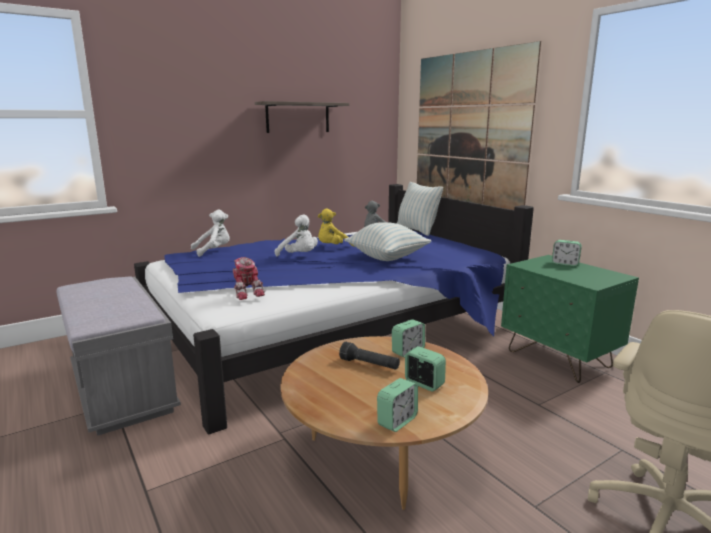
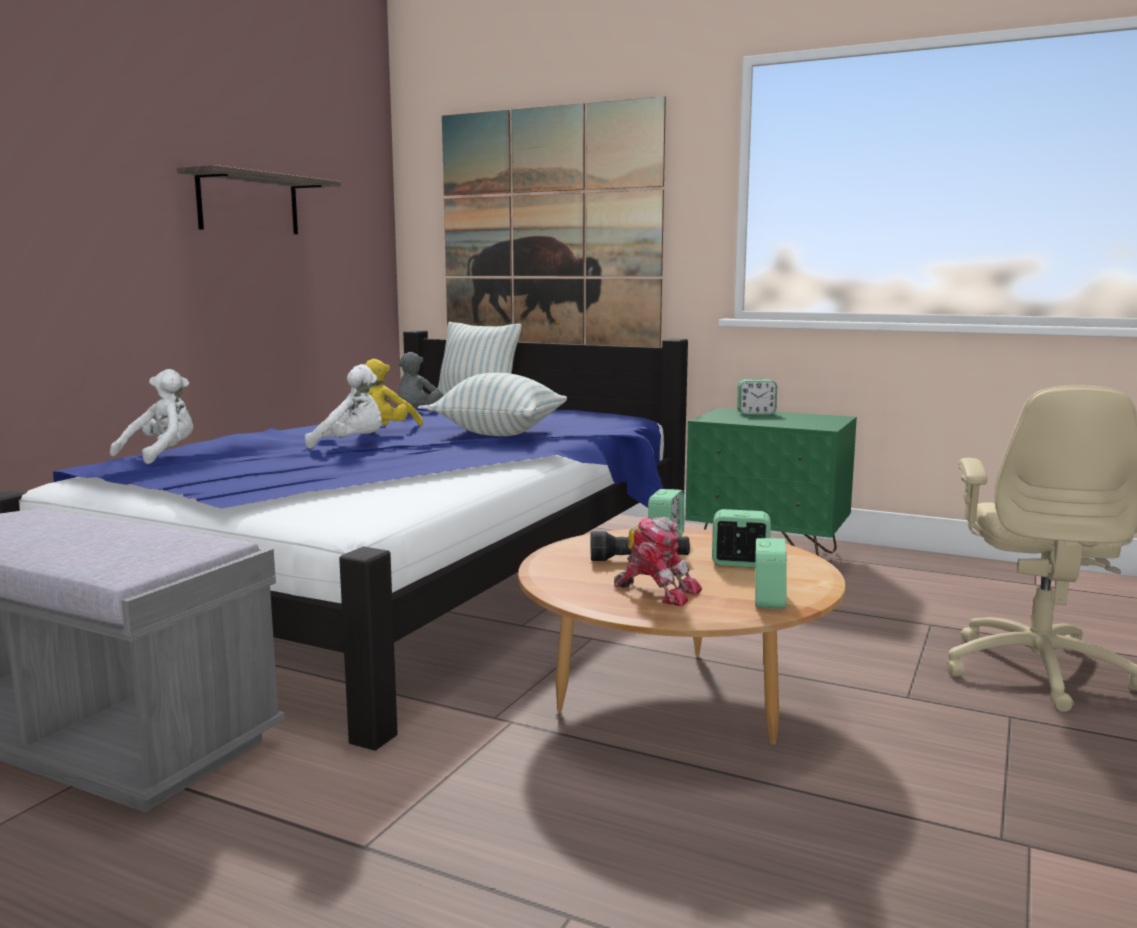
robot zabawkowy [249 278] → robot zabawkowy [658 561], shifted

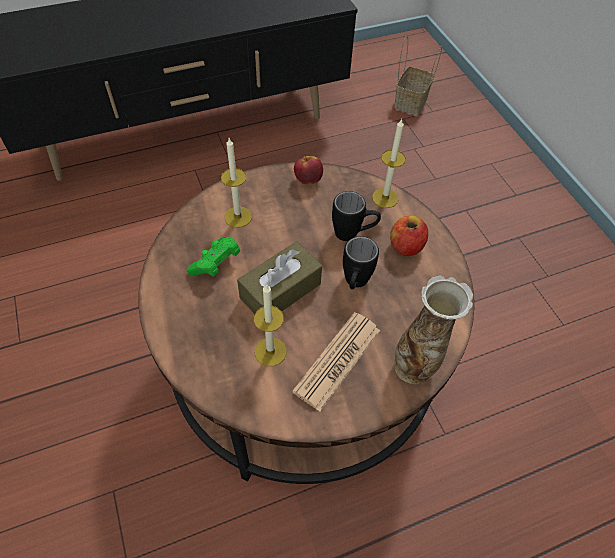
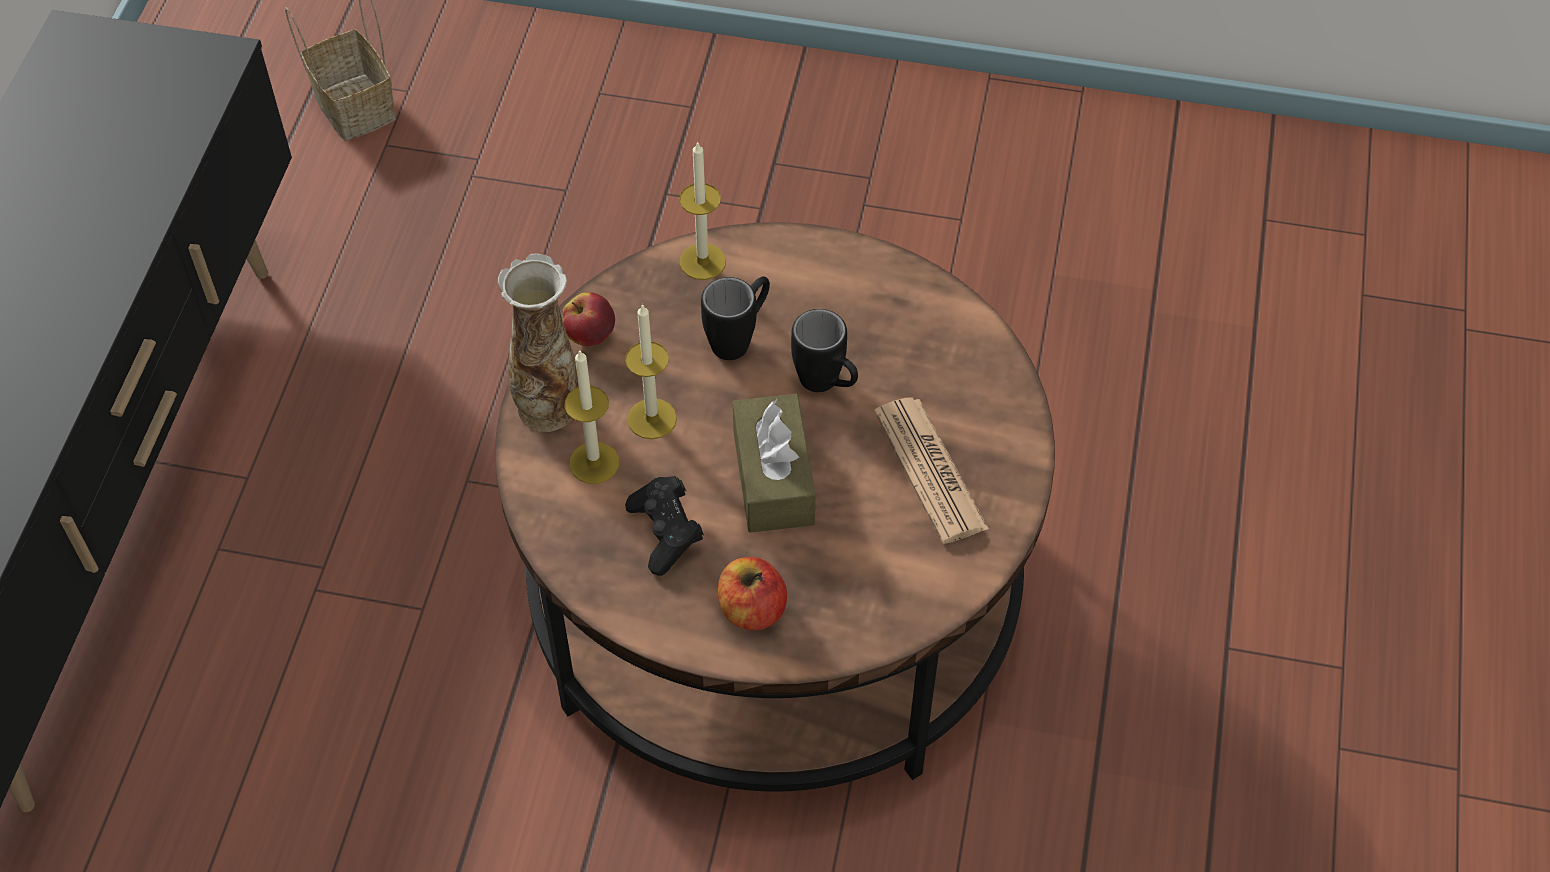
świeca [270 325] → świeca [651 371], shifted
jabłko [409 235] → jabłko [752 593], shifted
wazon [433 329] → wazon [538 343], shifted
pad do gier (zielony) [213 257] → pad do gier (czarny) [664 526]

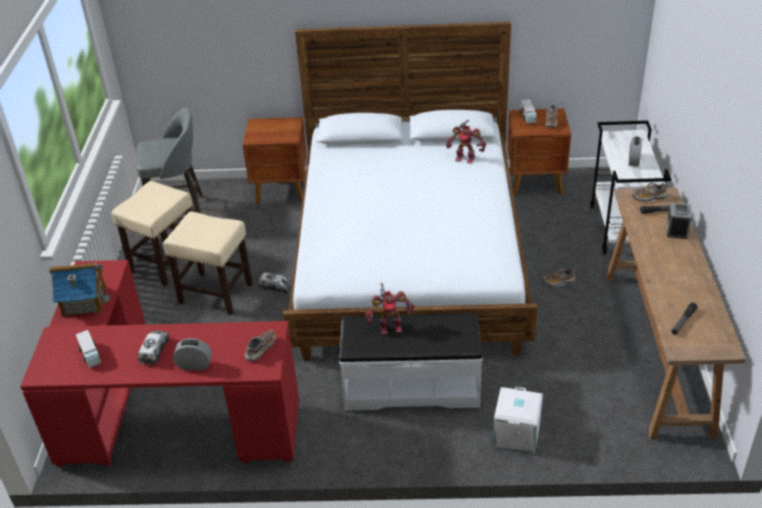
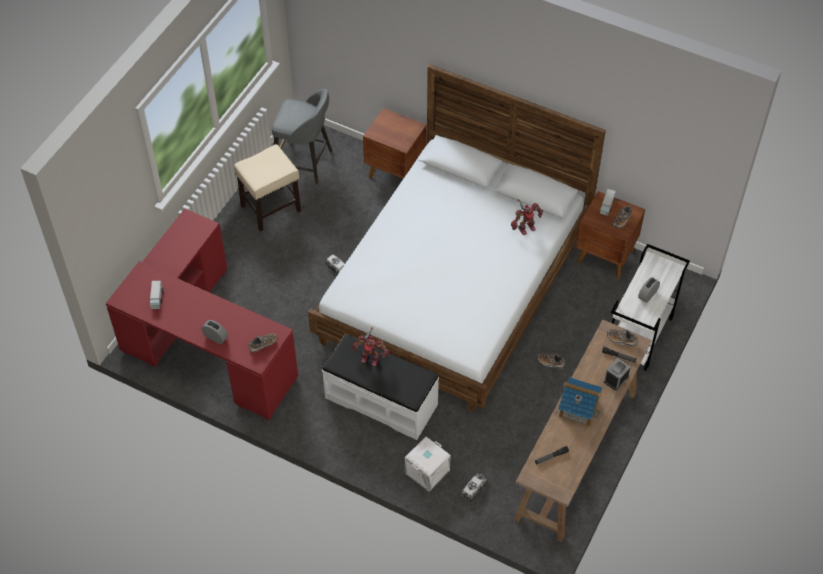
stołek (beżowy) [208 263] → -
domek [80 289] → domek [580 402], shifted
ciężarówka zabawkowa [153 347] → ciężarówka zabawkowa [474 487], shifted
robot zabawkowy [466 142] → robot zabawkowy [527 217], 75 degrees counterclockwise

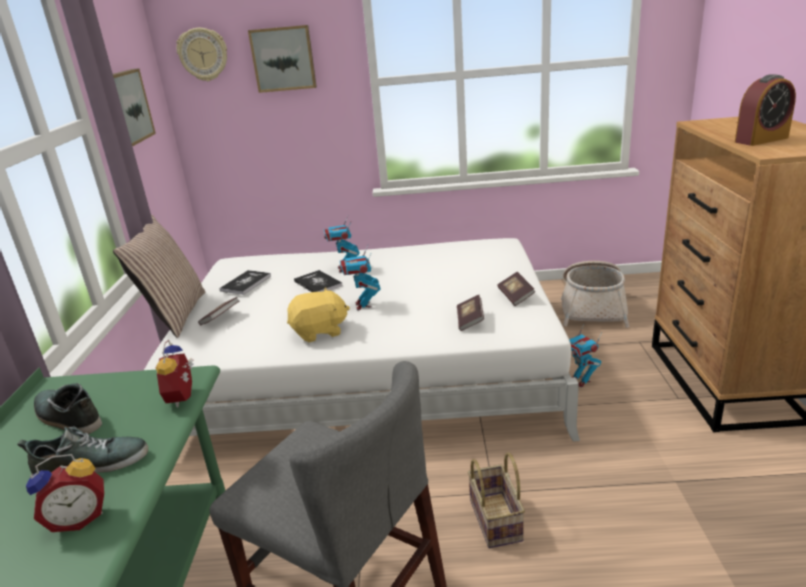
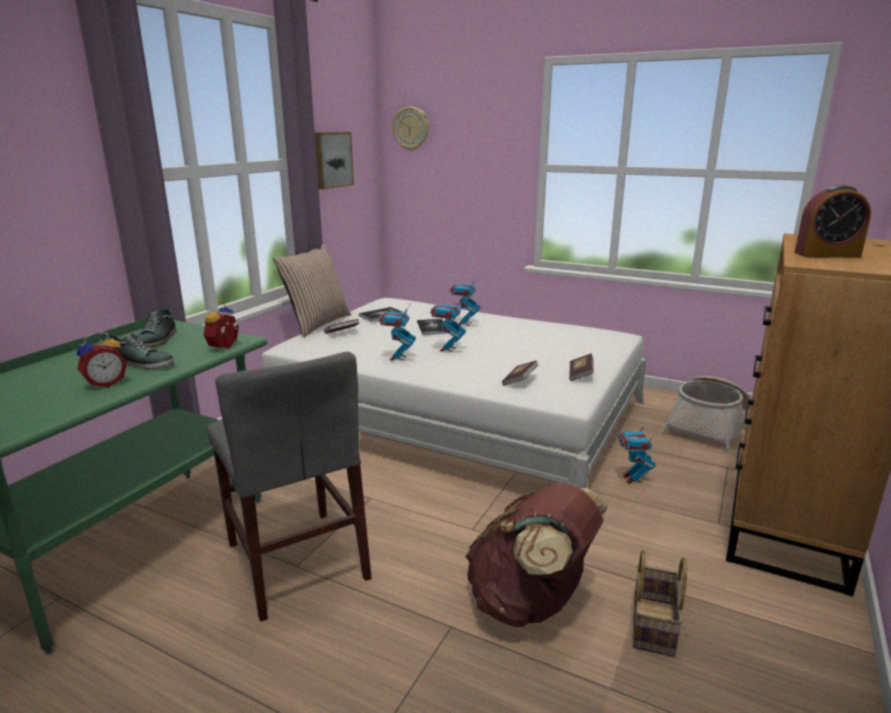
obraz [282 59] → -
- → plecak (brązowy) [536 555]
koszyk [496 500] → koszyk [660 603], shifted
pluszak (żółty) [318 314] → robot zabawkowy [397 332]
budzik [65 493] → budzik [102 360], 45 degrees counterclockwise
but [68 408] → but [158 327], 150 degrees counterclockwise

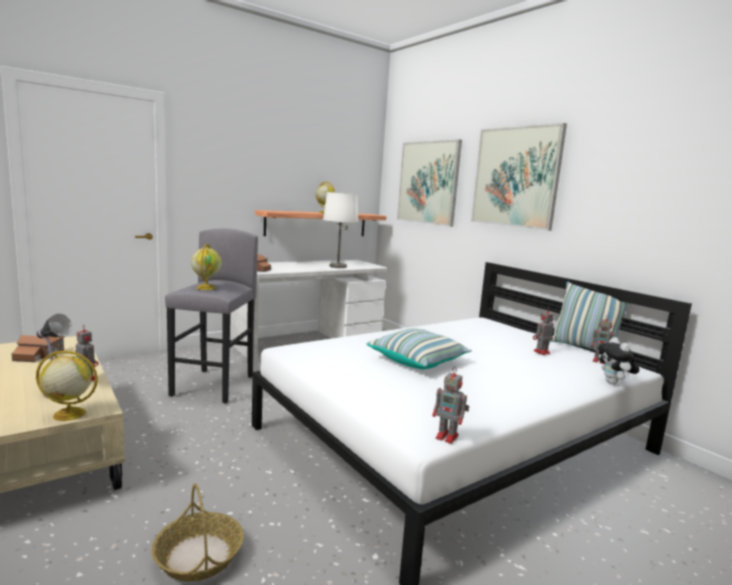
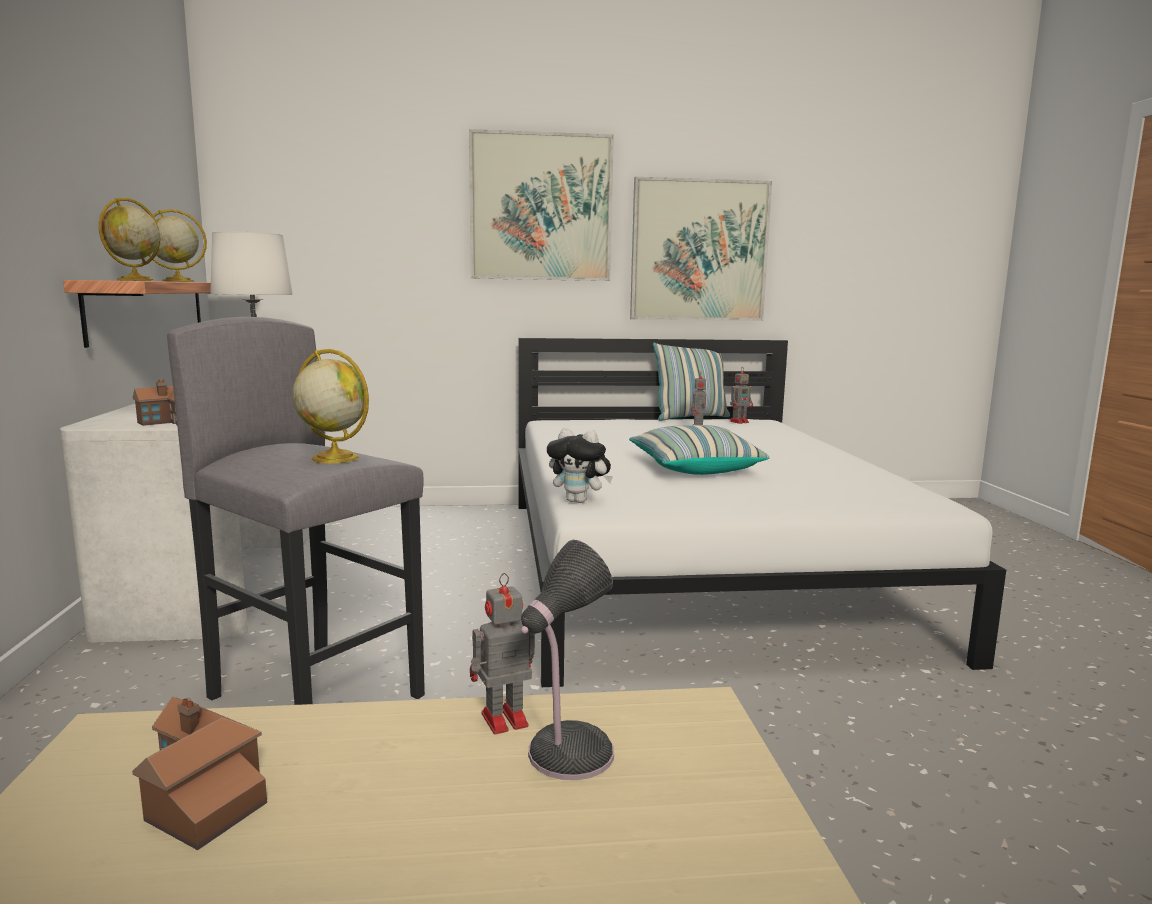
koszyk [197 532] → -
robot zabawkowy [451 405] → -
globus [67 386] → globus [129 239], shifted
obraz [429 183] → obraz [701 249], shifted
pluszak [618 361] → pluszak [580 465], shifted

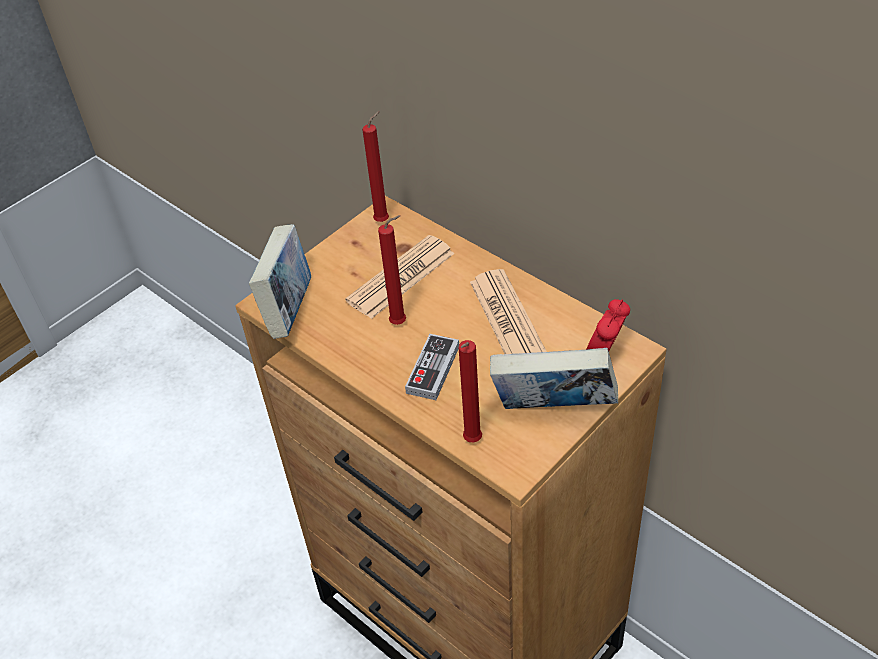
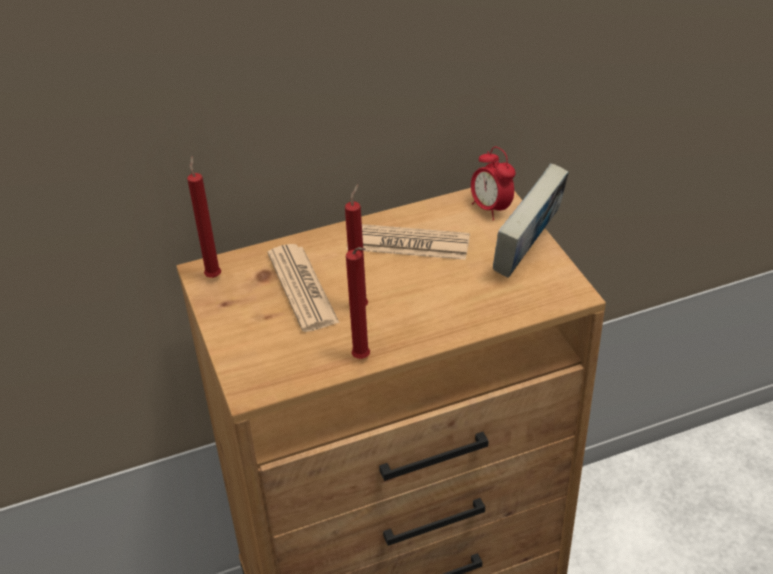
książka [280 281] → -
pad do gier [432 367] → -
świeca (czerwony) [470 391] → świeca (czerwony) [358 303], shifted

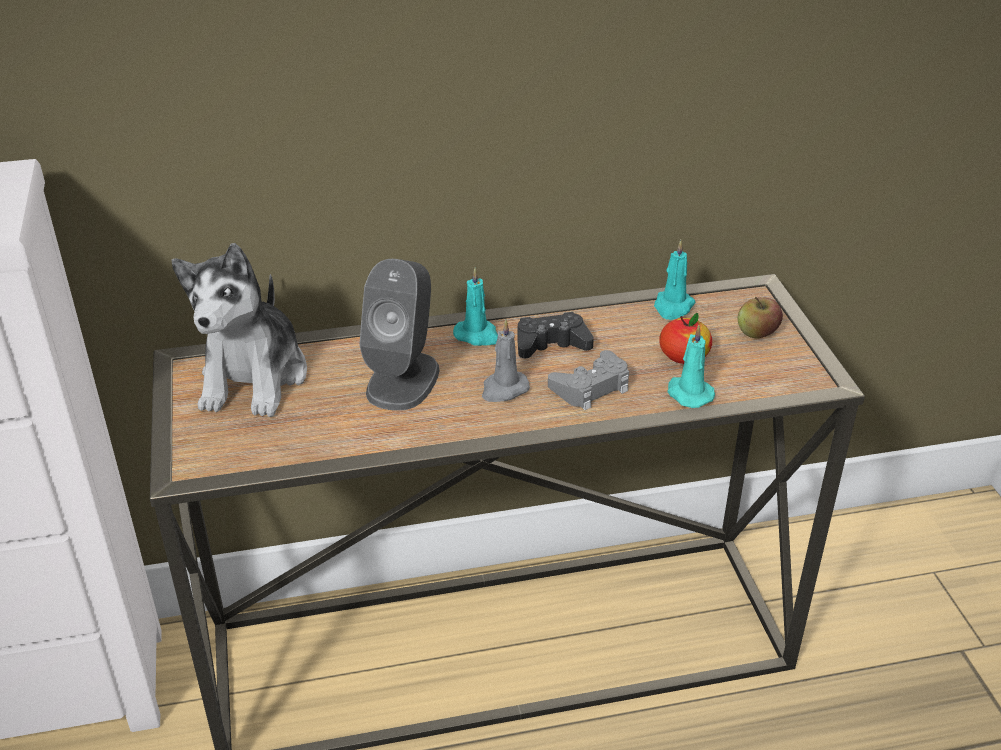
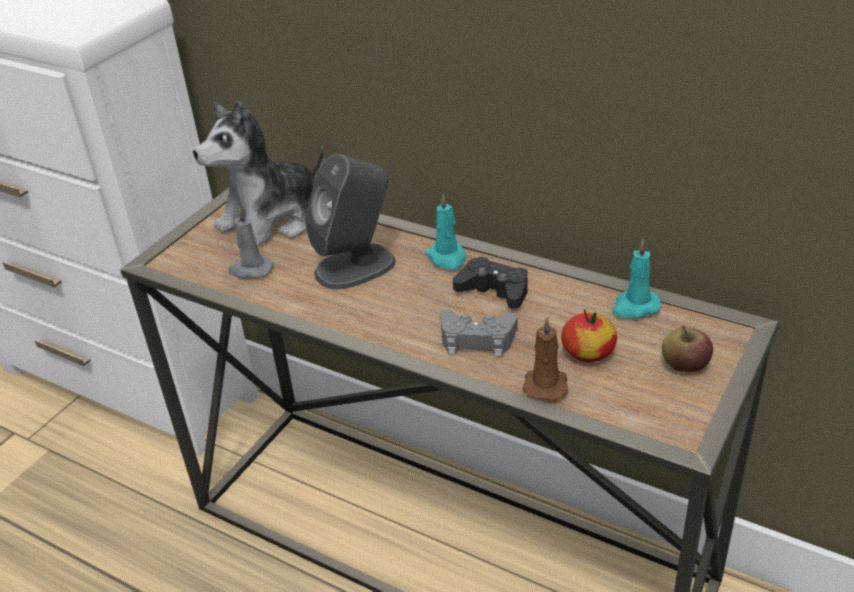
świeca (szary) [506 360] → świeca (szary) [250 243], shifted
świeca (turkusowy) [691 366] → świeca (brązowy) [545 359]

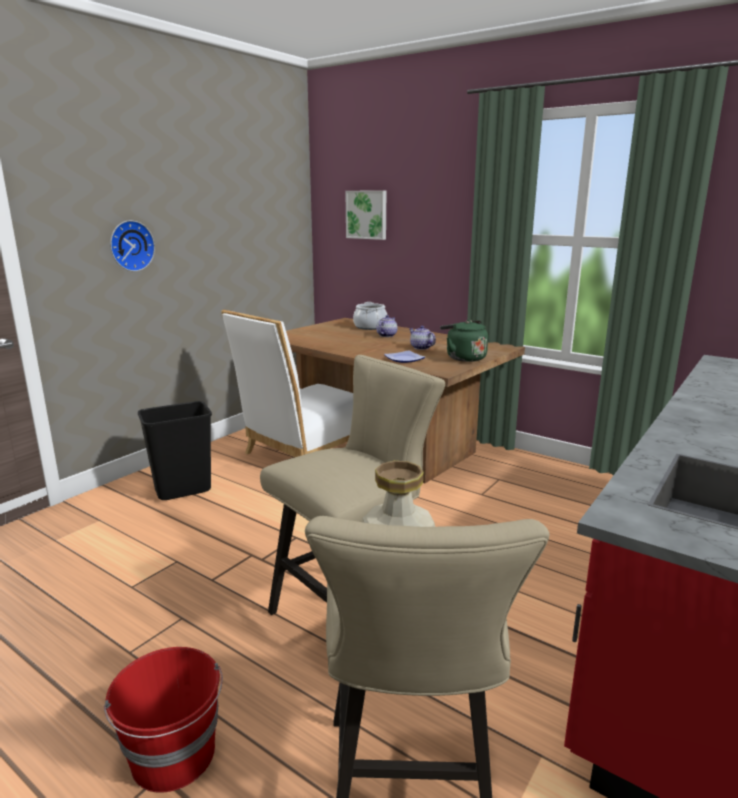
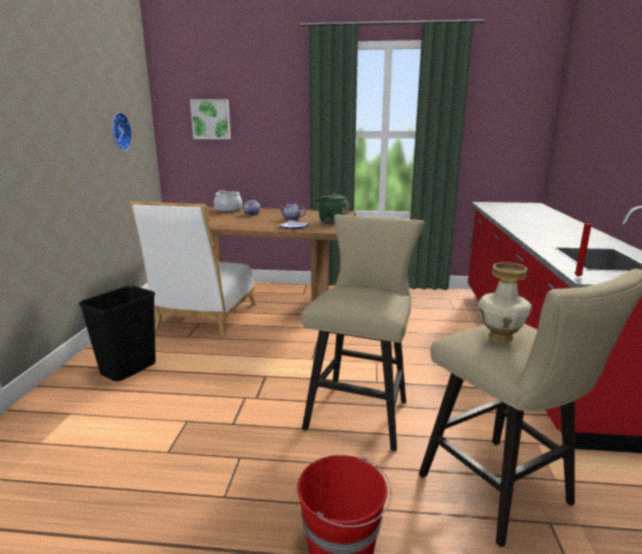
- → świeca (czerwony) [583 247]
zegar ścienny [132 245] → zegar ścienny [122 131], shifted

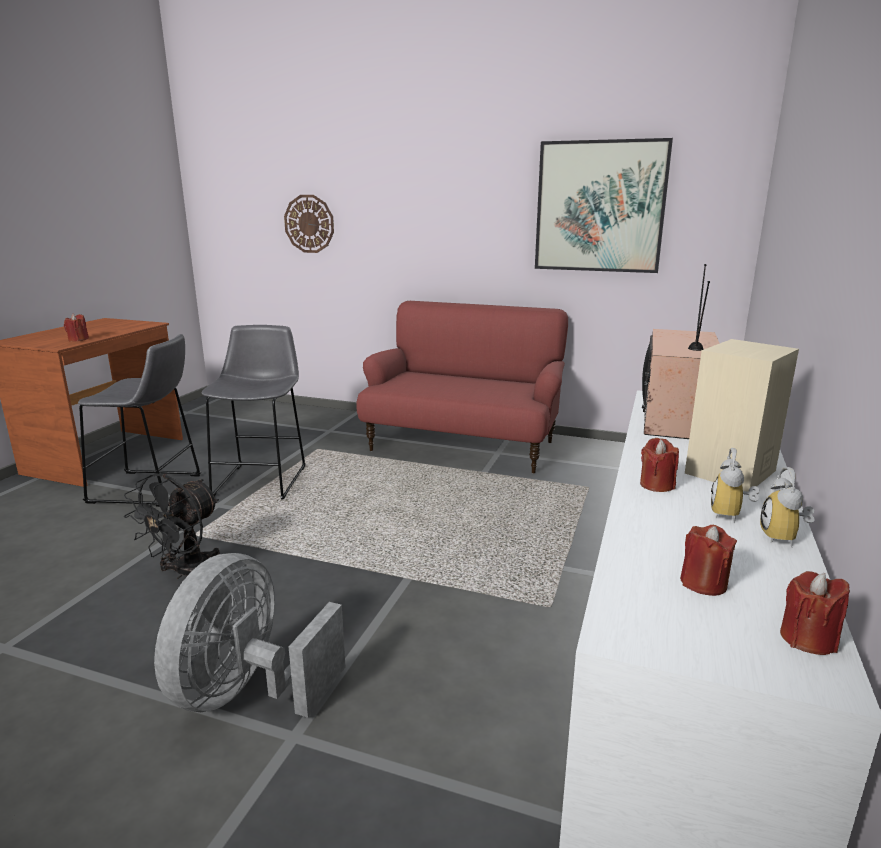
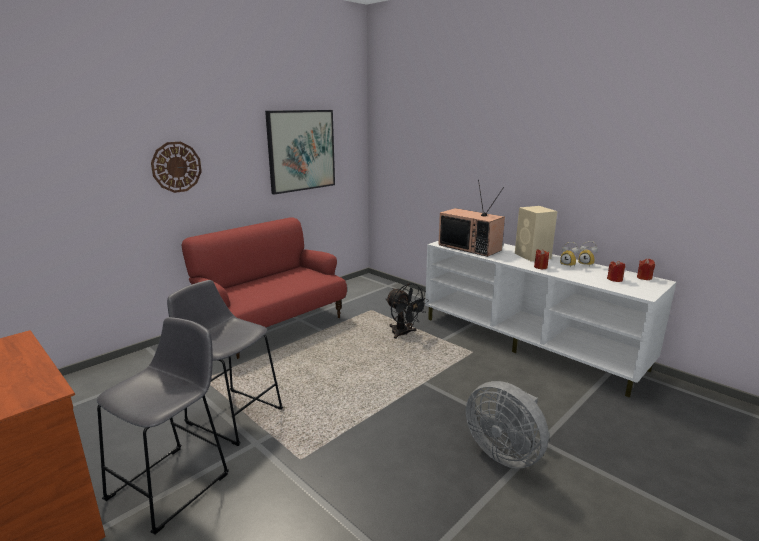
świeca (czerwony) [76 328] → -
wentylator (czarny) [172 526] → wentylator (czarny) [407 311], shifted
zegar ścienny [309 224] → zegar ścienny [176 167], shifted

